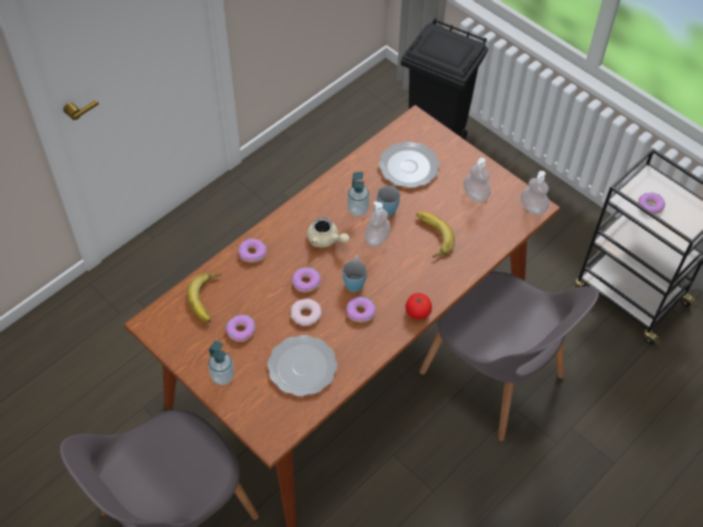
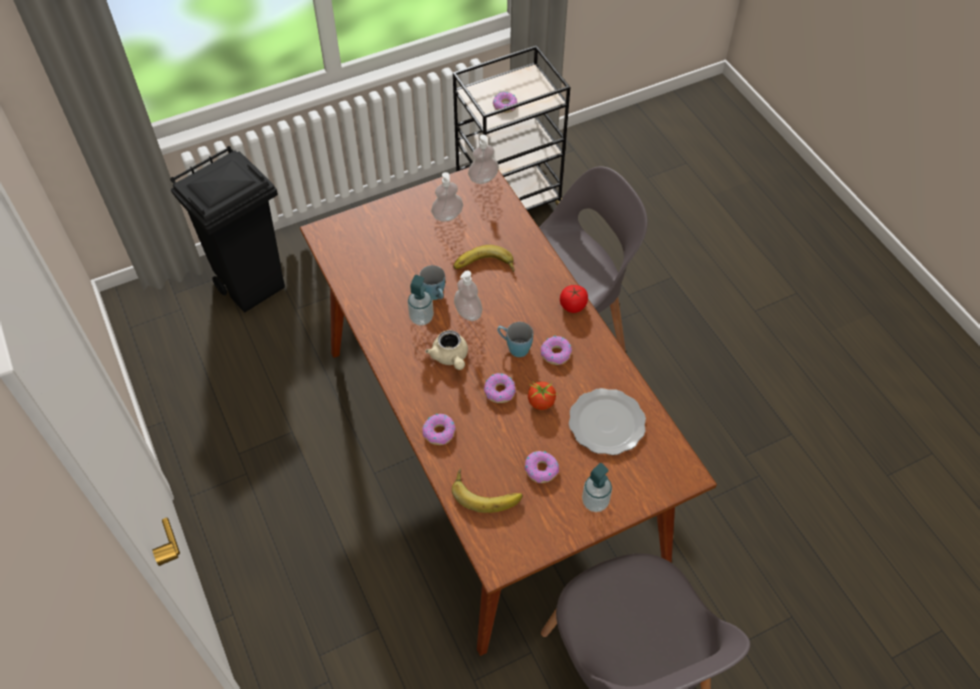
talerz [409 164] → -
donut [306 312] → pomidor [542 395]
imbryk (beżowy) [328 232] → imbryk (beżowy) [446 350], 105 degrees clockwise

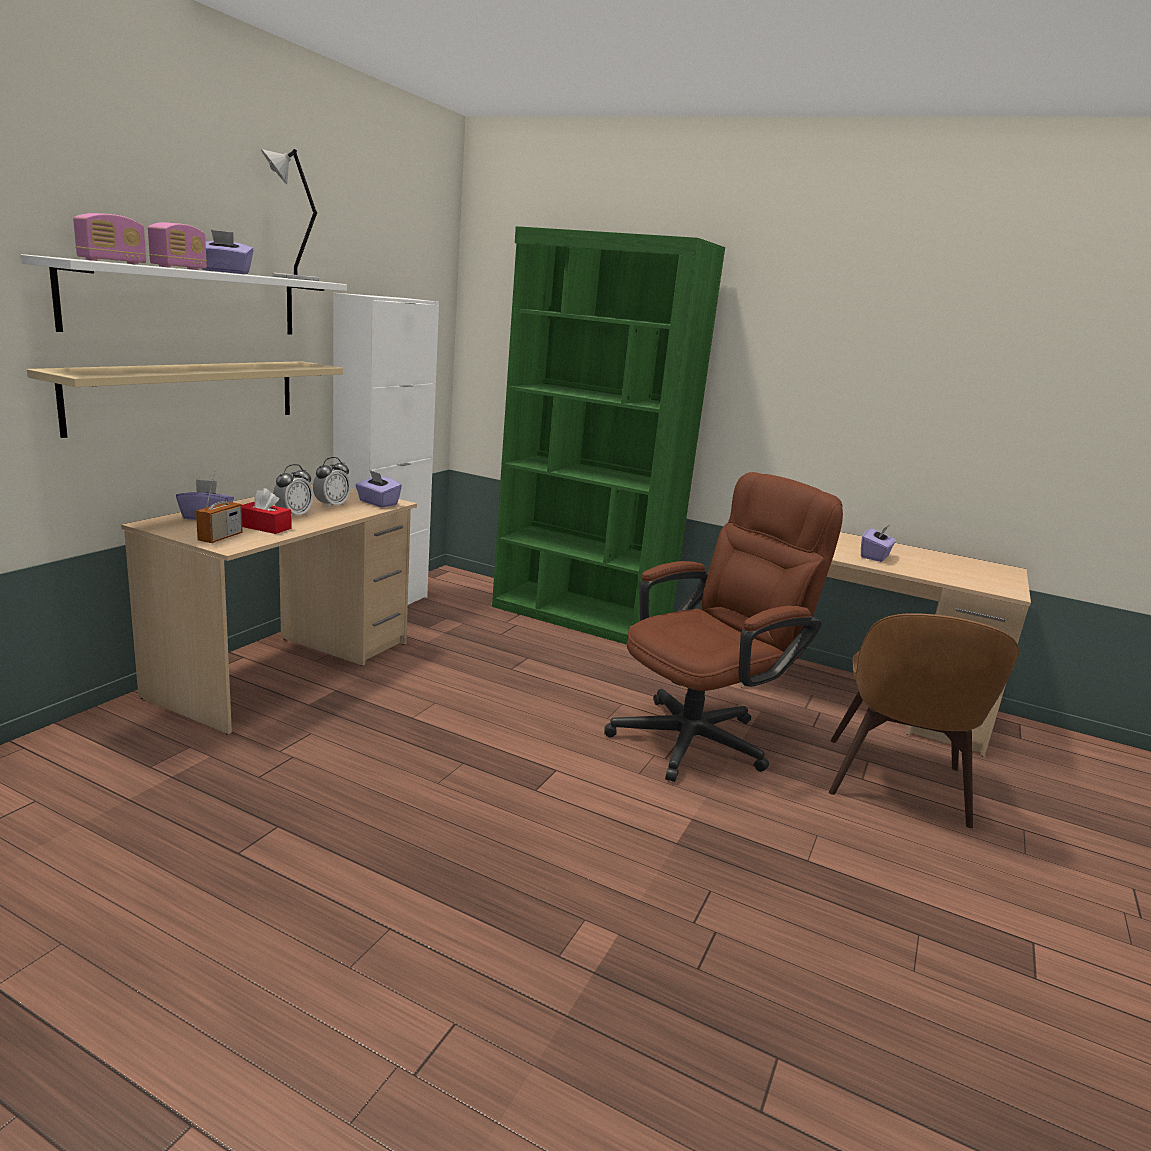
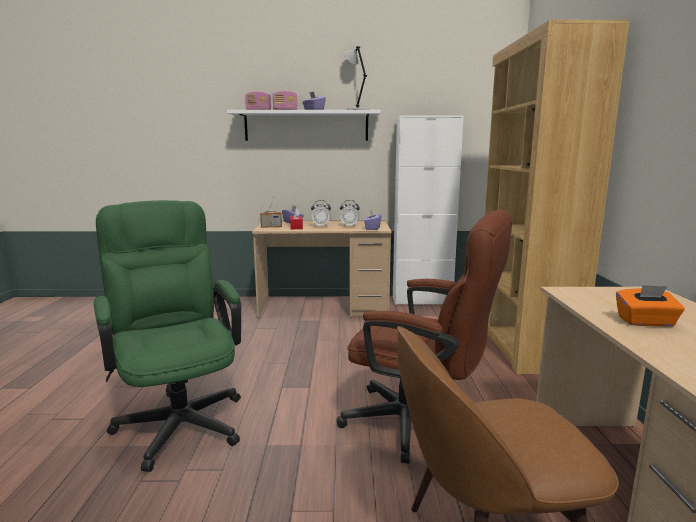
półka (beżowy) [185 399] → -
- → krzesło biurowe (zielony) [167 336]
regał (zielony) [608 435] → regał (brązowy) [557 197]
pudełko chusteczek (fioletowy) [878 543] → pudełko chusteczek (pomarańczowy) [650 306]

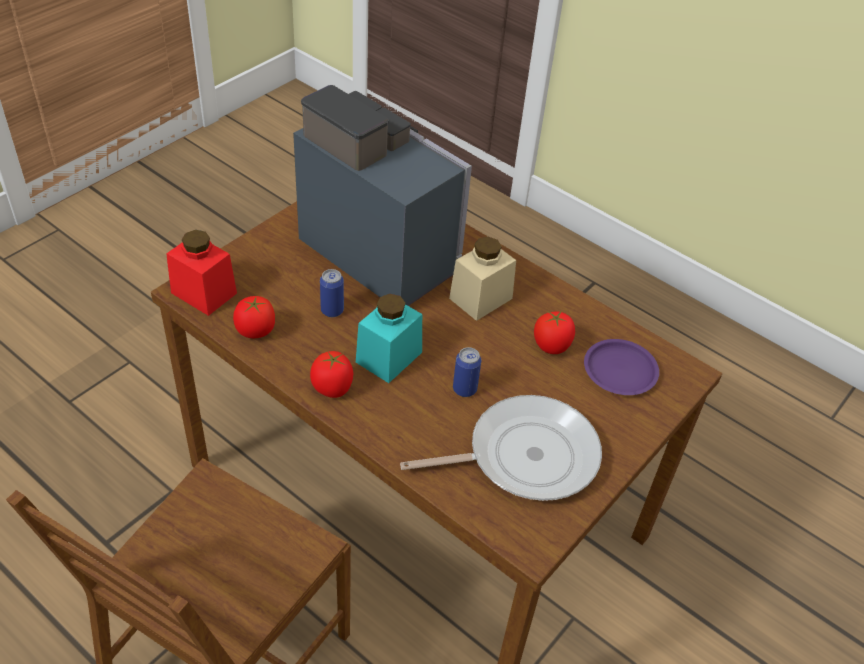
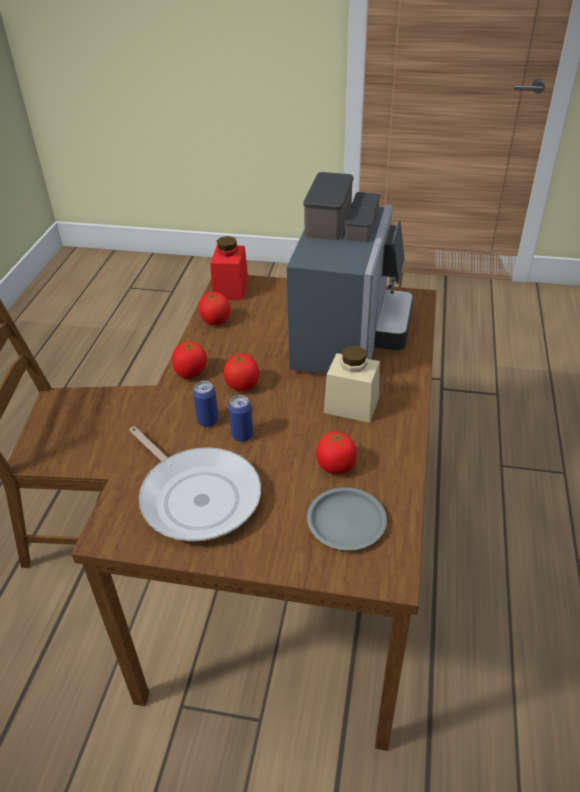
puszka [332 293] → puszka [206 404], shifted
słoik (turkusowy) [389 338] → pomidor [241 372]
talerz (fioletowy) [621 367] → talerz (szary) [347 518]

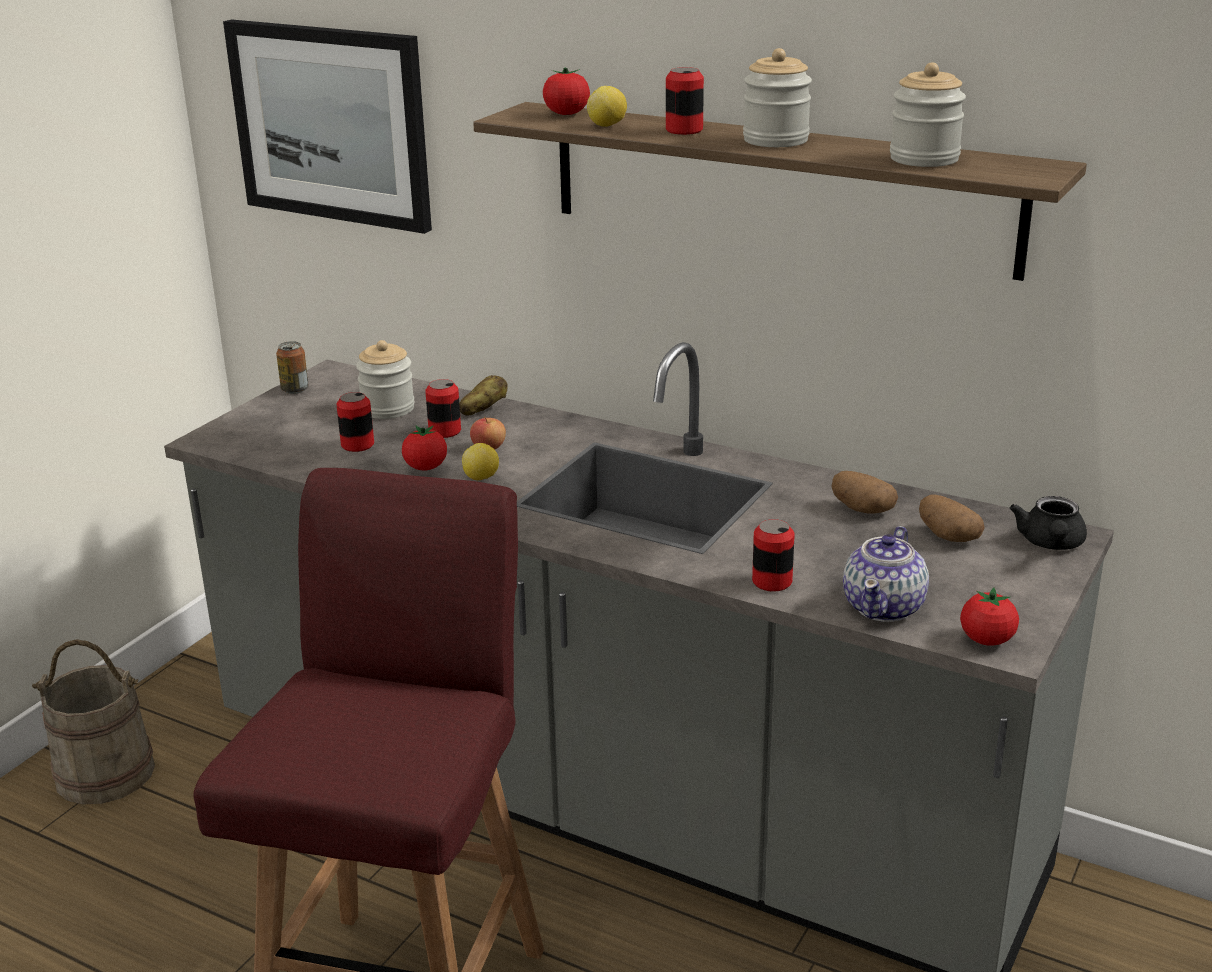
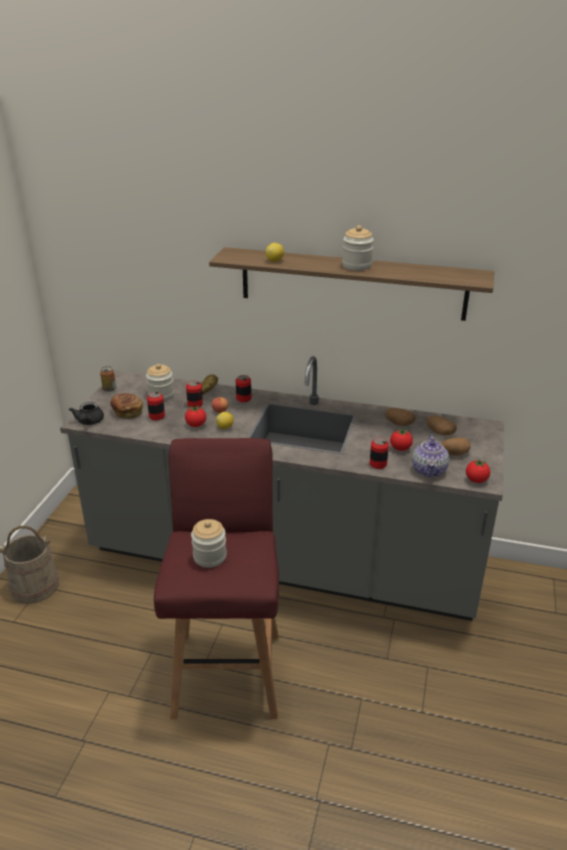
obraz [327 127] → -
- → chleb [126 406]
- → ziemniak [456 447]
pomidor [566 91] → pomidor [401 439], shifted
puszka [685 101] → puszka [243 388], shifted
słoik [928 114] → słoik [209 543], shifted
imbryk (czarny) [1048 523] → imbryk (czarny) [86 413], shifted

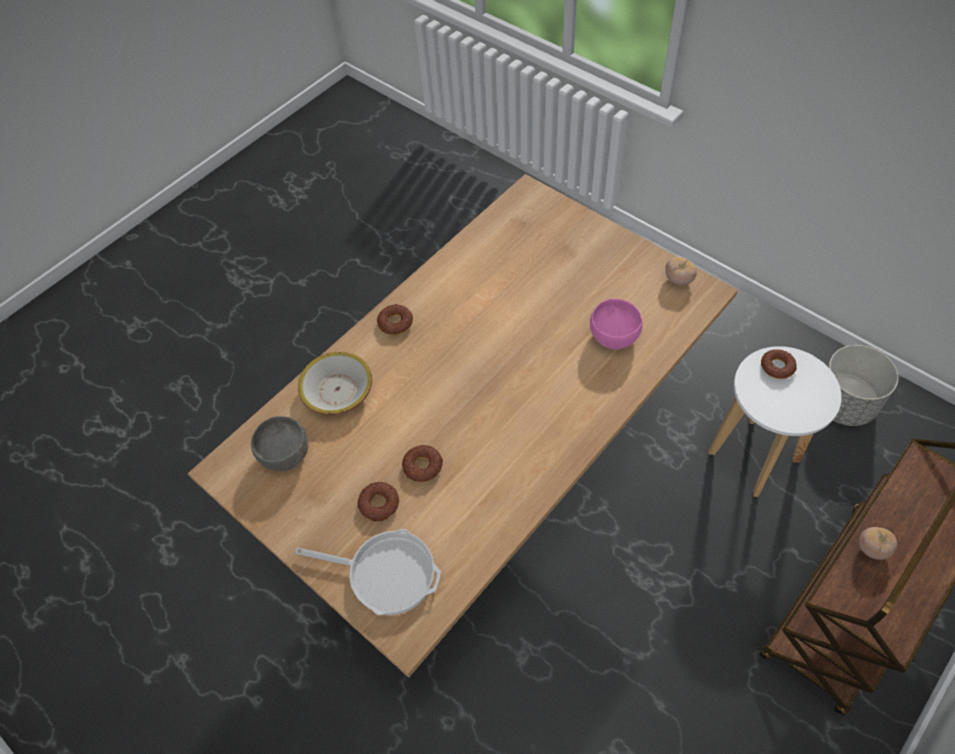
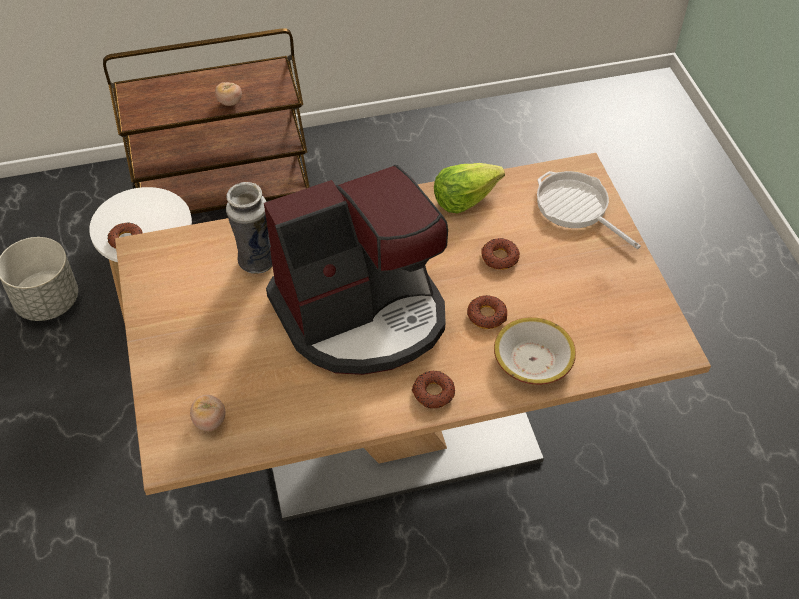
miska (szary) [279 443] → -
- → ekspres do kawy [356 270]
- → sałata [469 188]
donut [378 502] → donut [487 312], shifted
pomidor [681 271] → pomidor [208 413], shifted
miska (różowy) [616 324] → wazon [249 228]

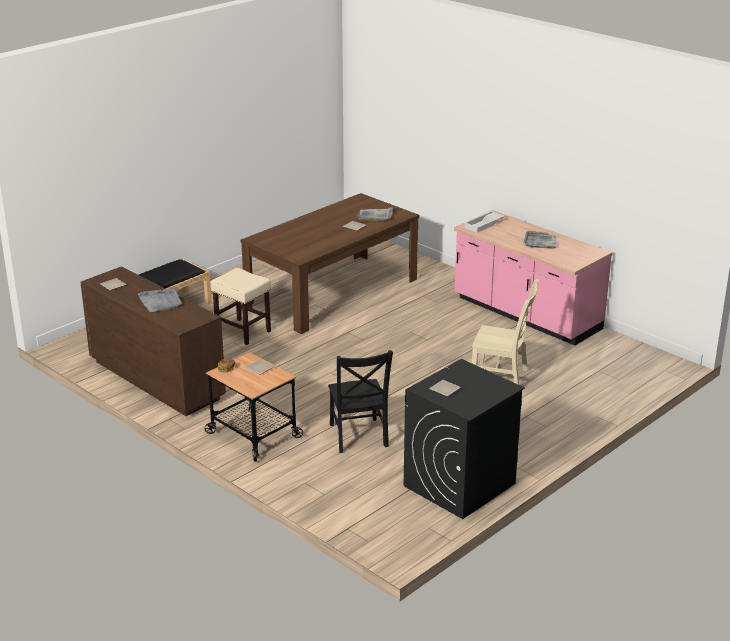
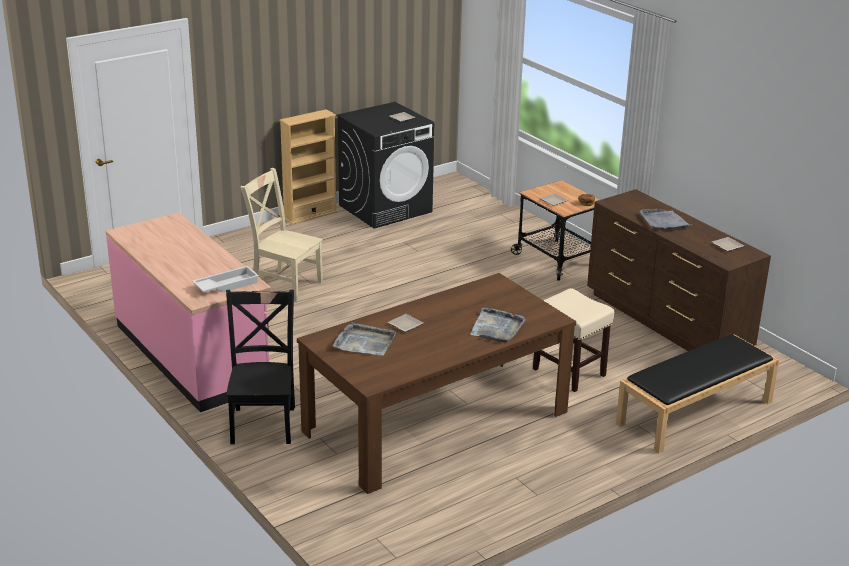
- → regał (beżowy) [308 166]
krzesło (czarny) [360 401] → krzesło (czarny) [260 366], shifted
taca (szary) [540 239] → taca (szary) [498 325], shifted

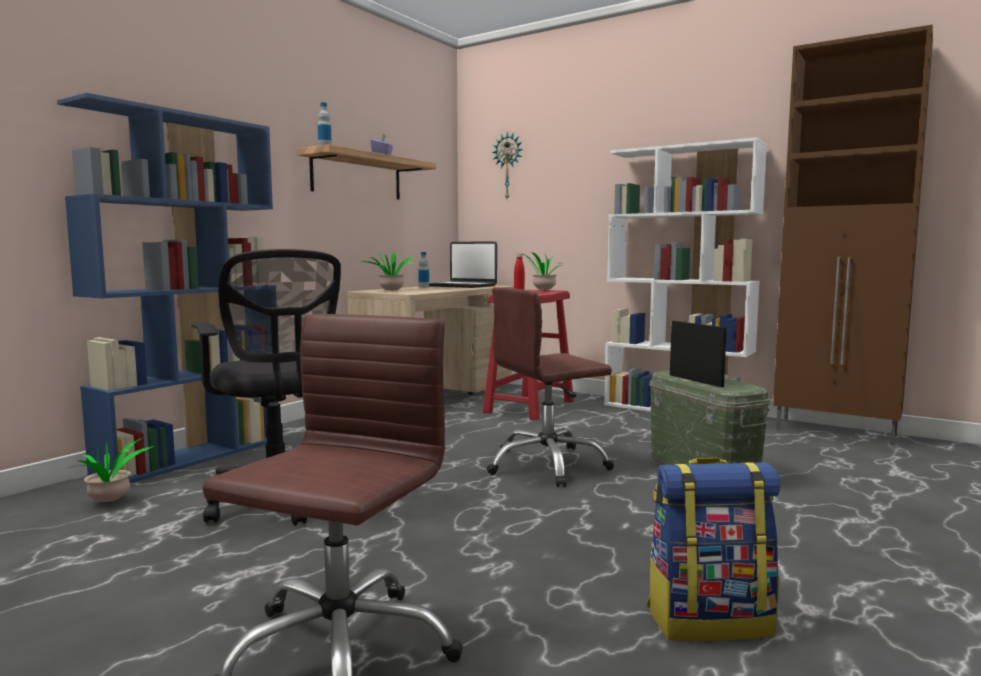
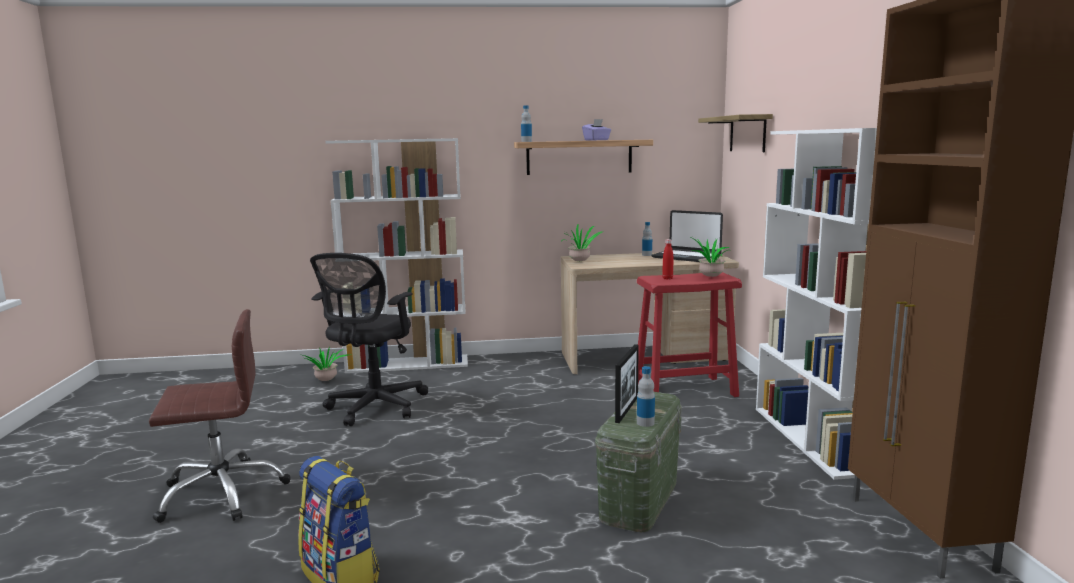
krzesło biurowe (brązowy) [550 387] → -
- → butelka [646 396]
zegar ścienny [507 165] → półka [735 133]
regał (niebieski) [165 288] → regał (biały) [396 255]
laptop [463 264] → laptop [687 236], 45 degrees counterclockwise

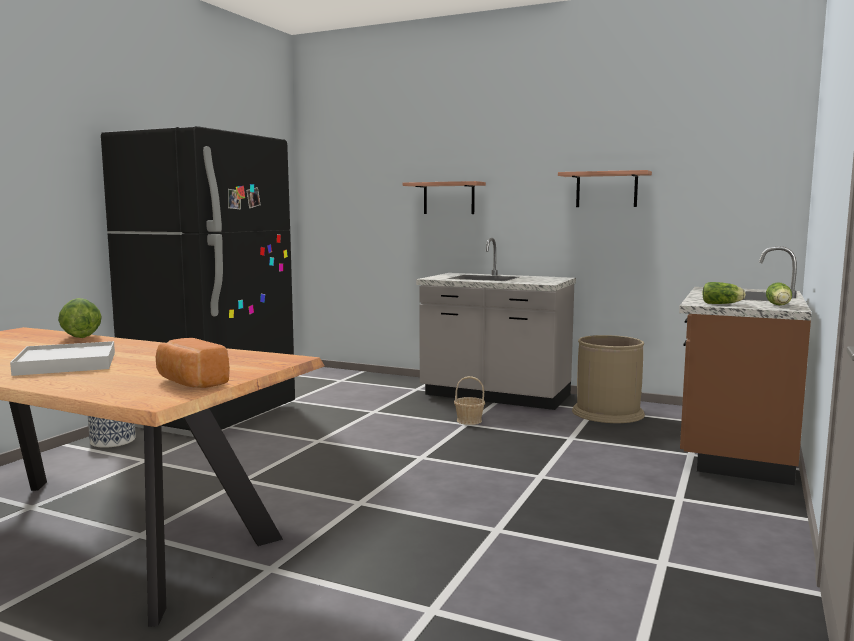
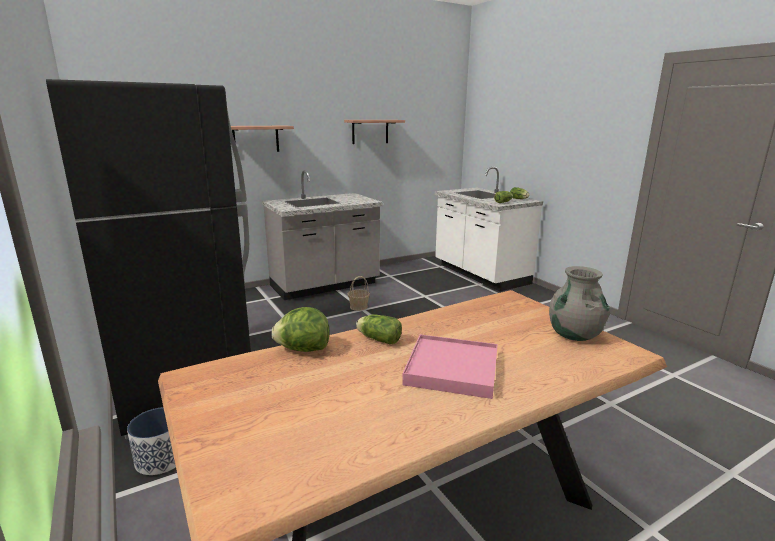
kosz na śmieci (brązowy) [608 379] → -
- → sałata [379 329]
chleb [193 363] → wazon (szary) [579 303]
taca (biały) [62 358] → taca (różowy) [450 366]
zabudowa kuchenna (brązowy) [745 365] → zabudowa kuchenna (biały) [489 229]

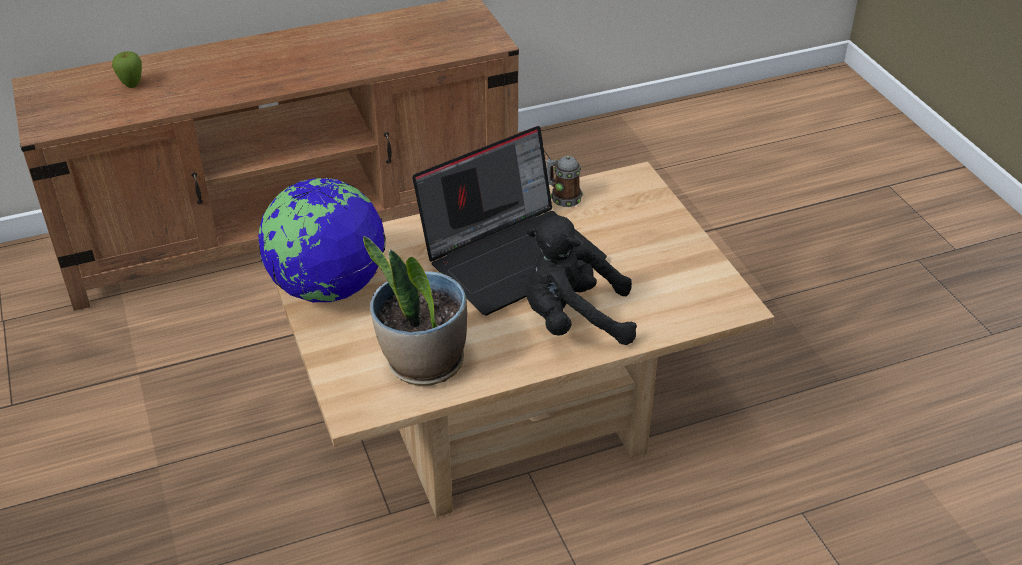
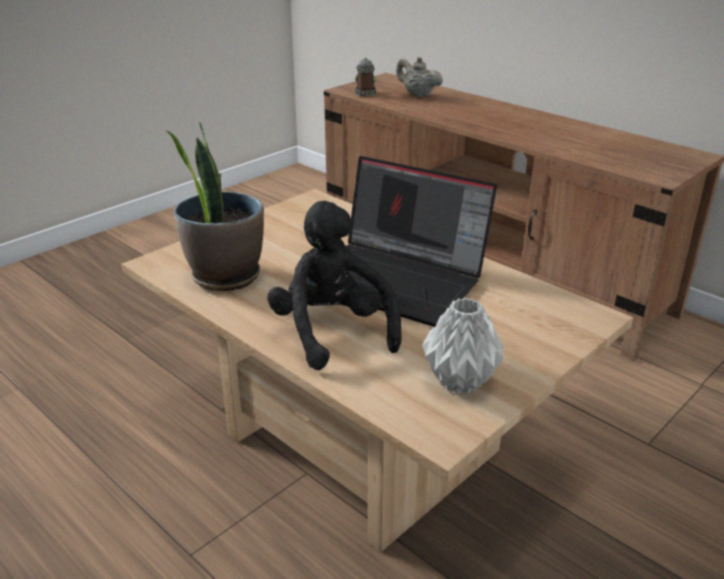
globus [322 240] → -
- → wazon (szary) [463 346]
kubek [564 181] → kubek [366 77], shifted
jabłko [127 69] → imbryk (beżowy) [419 77]

